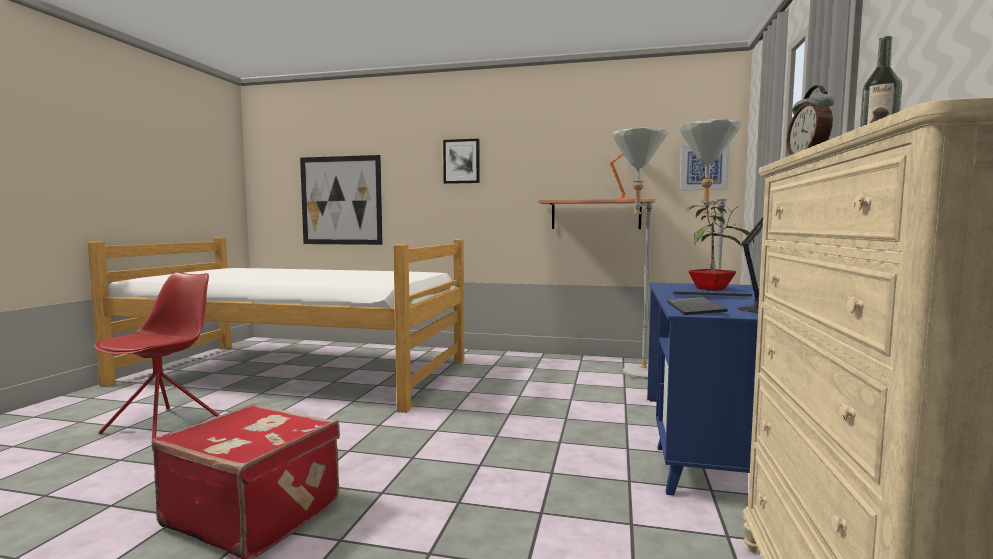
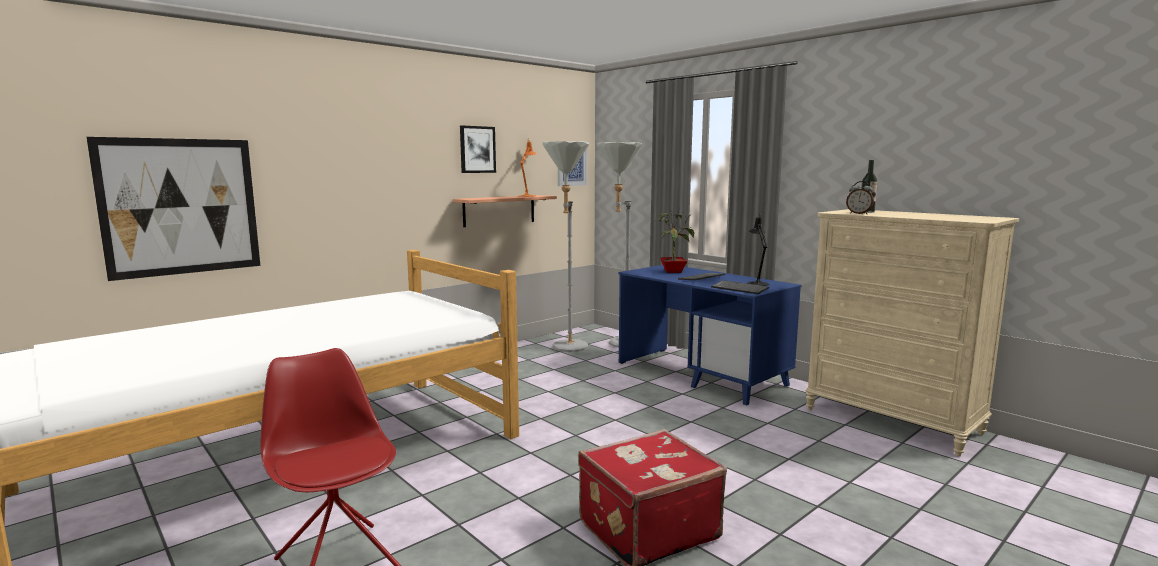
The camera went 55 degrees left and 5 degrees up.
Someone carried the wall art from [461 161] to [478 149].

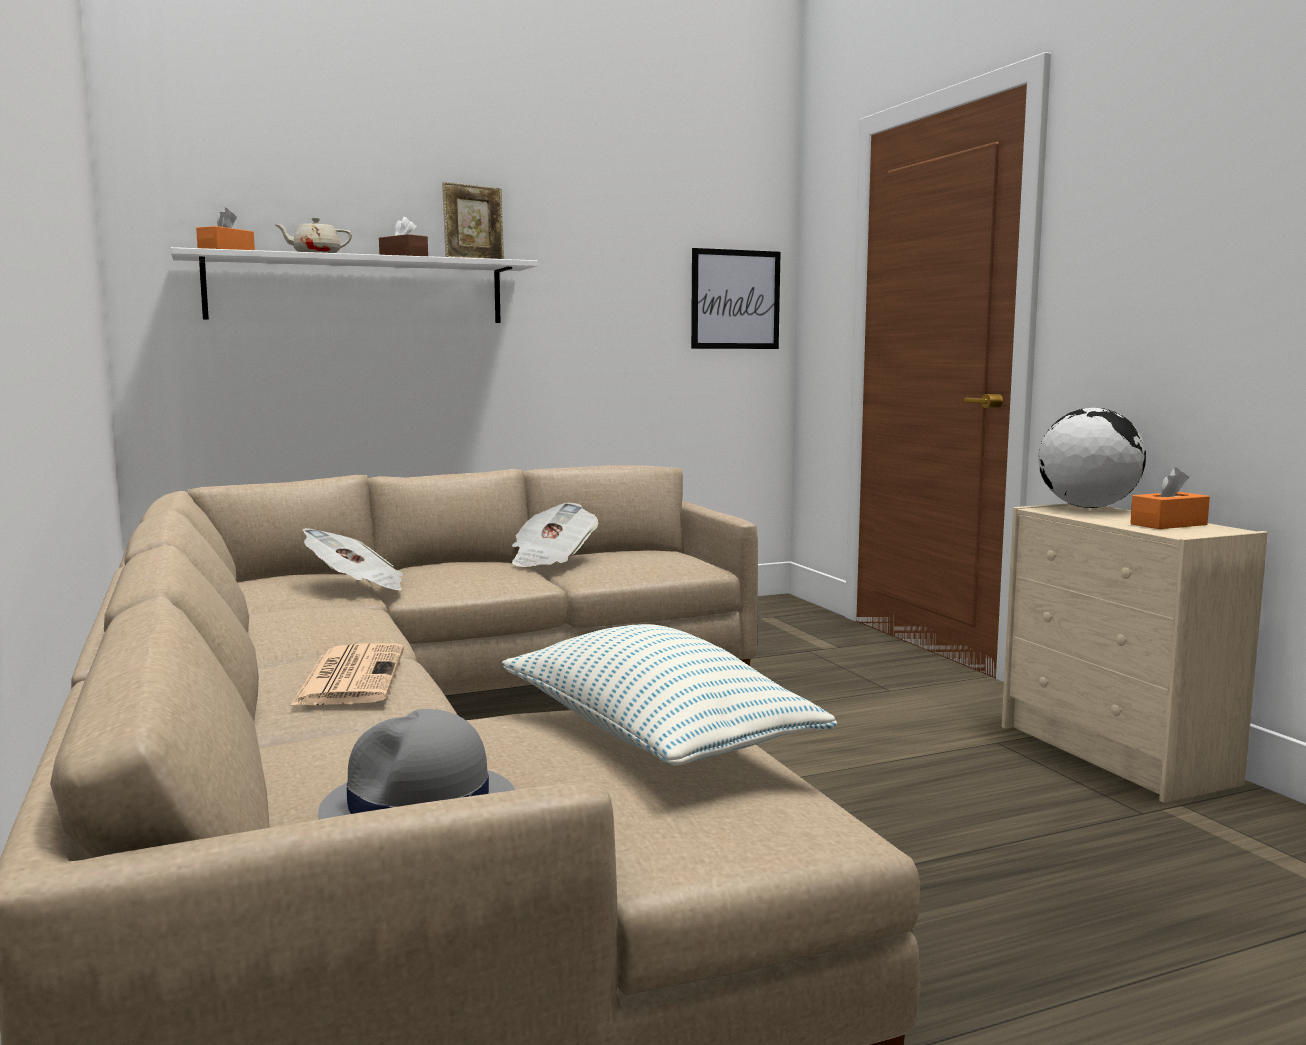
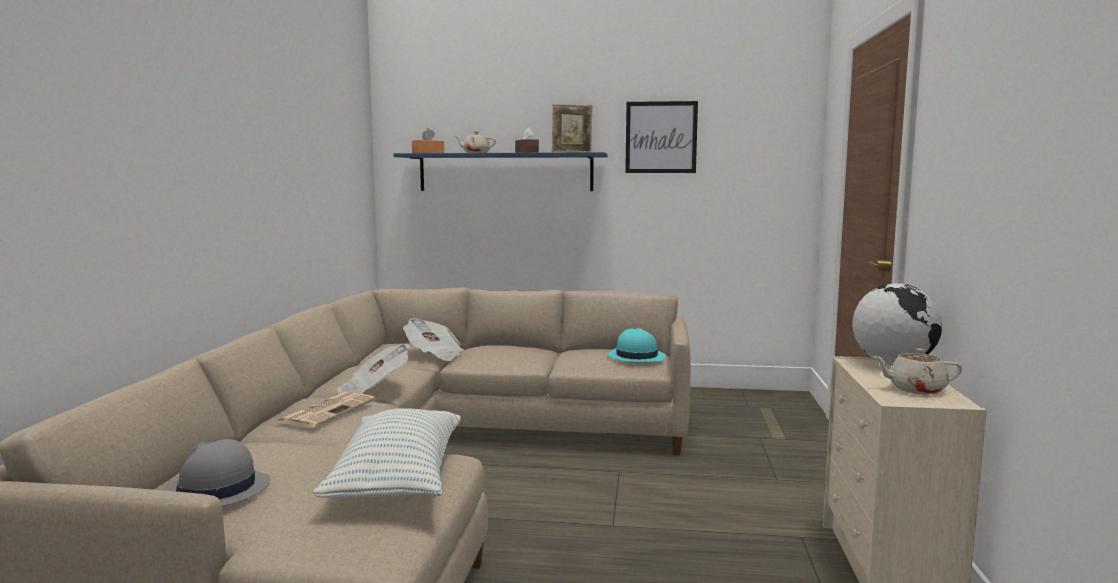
The camera went 30 degrees right and 0 degrees up.
Someone repainted the whitish wall shelf at [354 285], which became the bluish wall shelf at [501 171].
Someone carried the printed paper from [555 535] to [373 369].
Someone carried the wall art from [736 298] to [661 137].
Someone swapped the orange tissue box at [1170 498] for the beige pot for tea at [917 371].
Someone put down the blue-green wearable hat at [637 345].

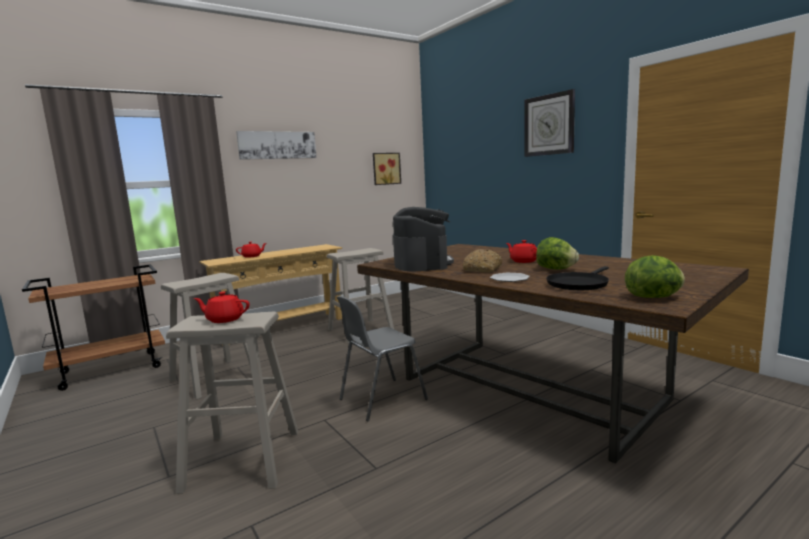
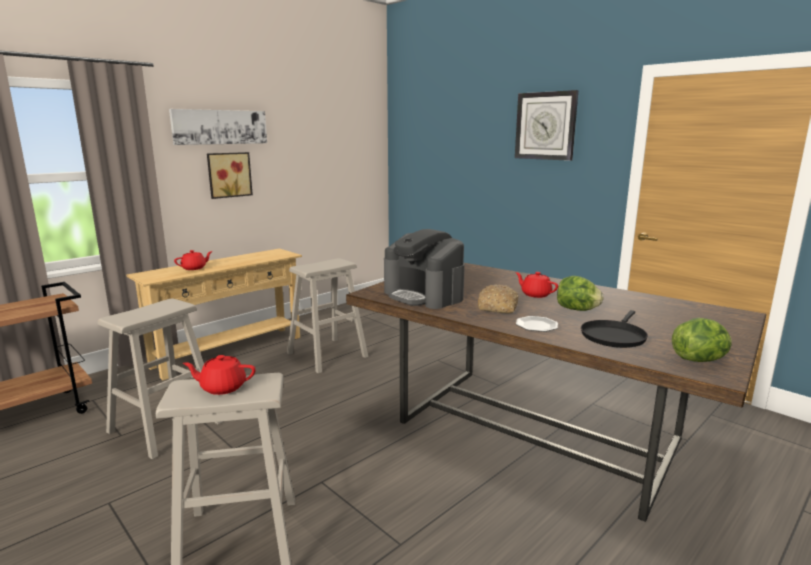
The camera went 10 degrees left and 5 degrees up.
Someone took away the gray plain chair at [382 358].
Someone carried the wall art from [387 169] to [230 175].
Someone rotated the coffee machine at [423 239] by 150 degrees clockwise.

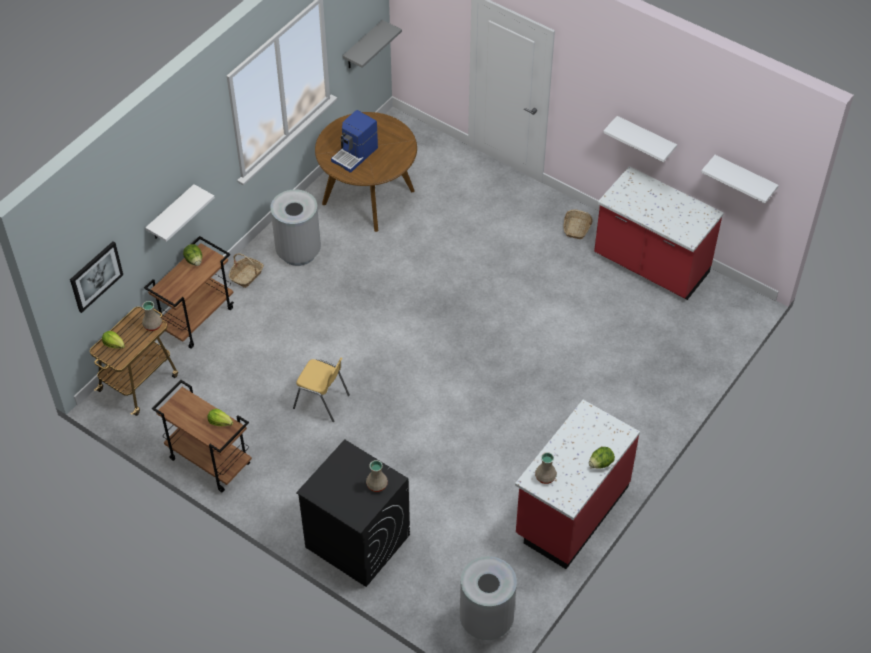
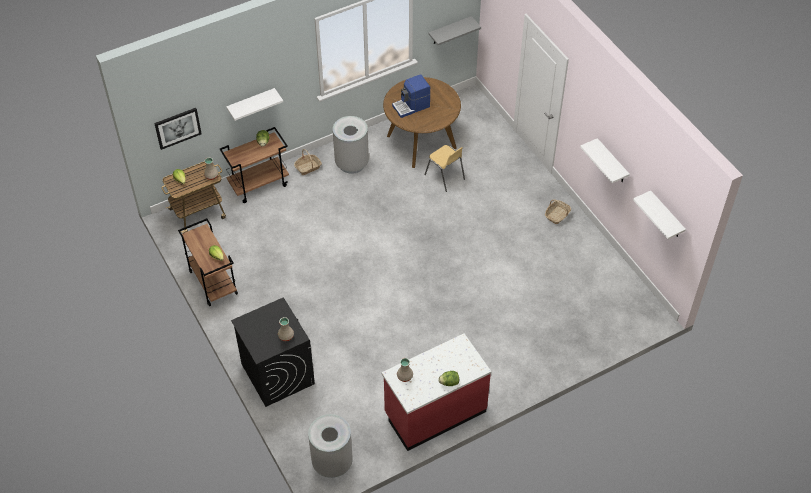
The camera went 25 degrees right and 0 degrees up.
Someone carried the yellow plain chair from [321 389] to [444 168].
Someone took away the red kitchen counter at [659 233].

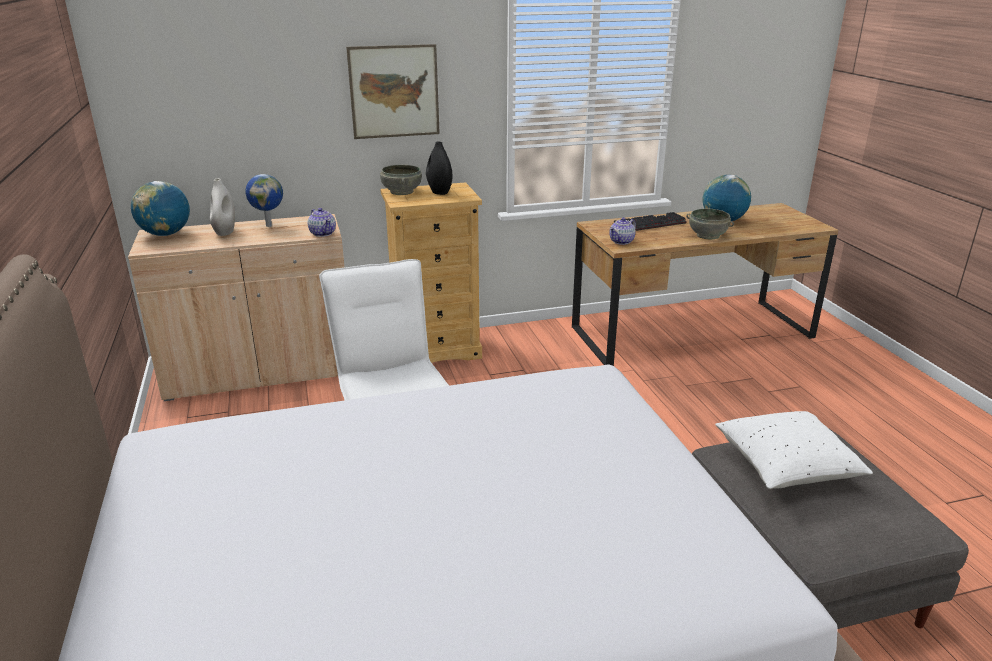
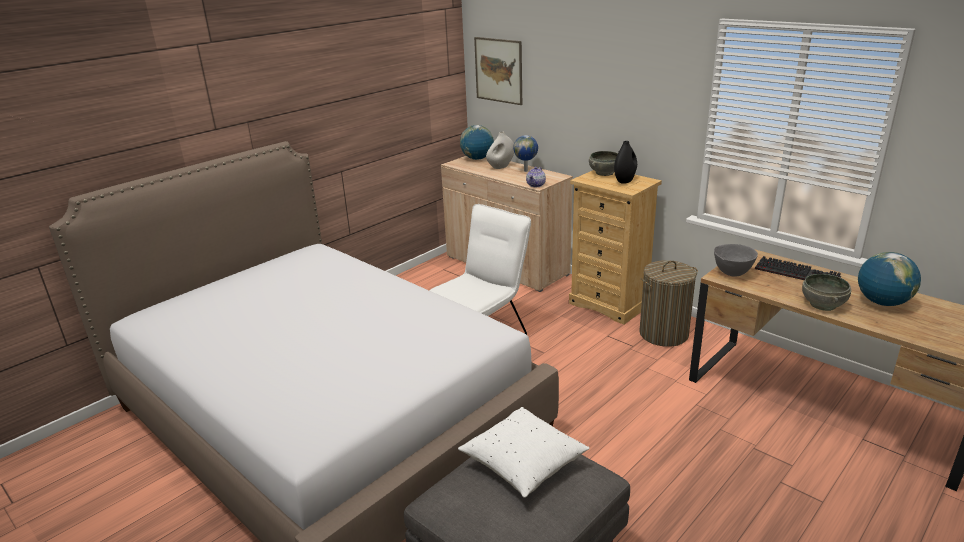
The camera went 60 degrees right and 0 degrees up.
Someone carried the wall art from [393 91] to [498 71].
Someone swapped the pot for tea at [622 231] for the gray serving bowl at [736 260].
Someone put down the hamper at [668 303].

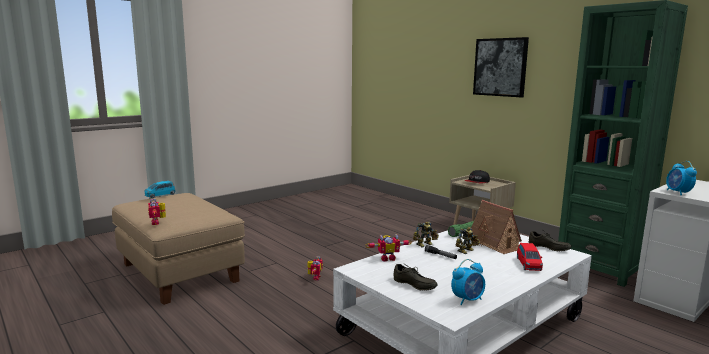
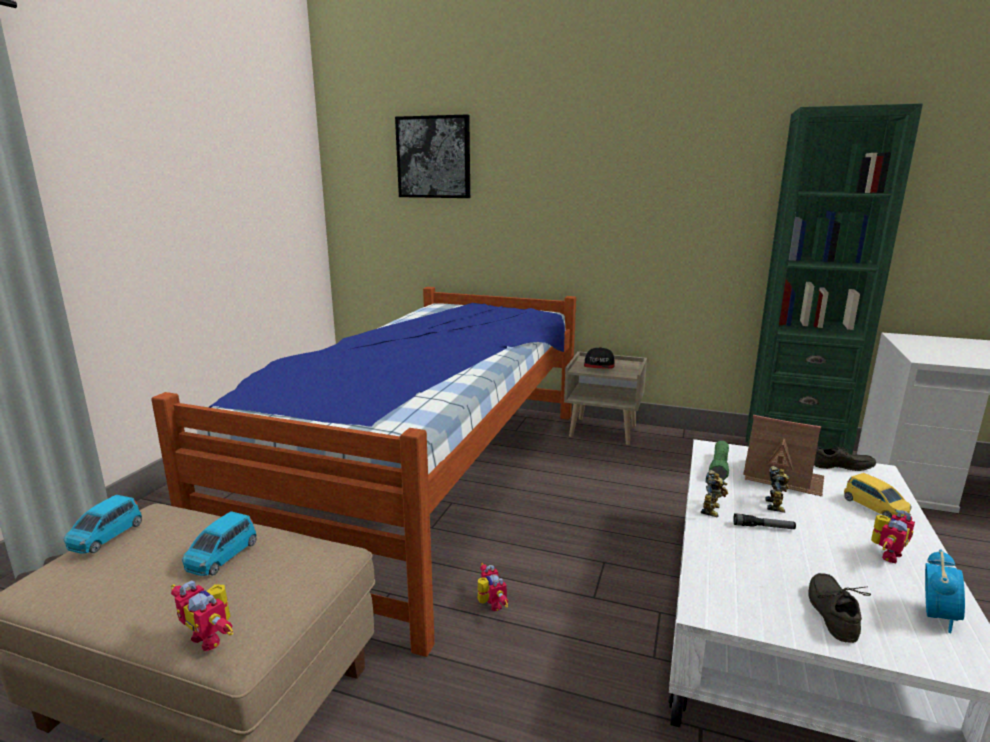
The camera went 30 degrees left and 5 degrees up.
Someone carried the model robot from [388 248] to [893 536].
Someone rotated the gray low shoe at [416 277] by 90 degrees counterclockwise.
Someone carried the wall art from [501 67] to [432 156].
Someone repainted the red toy car at [530 257], which became the yellow toy car at [878 496].
Someone took away the alarm clock at [681 178].
Someone put down the bedroom bed at [363 472].
Someone put down the bluish toy car at [219 543].

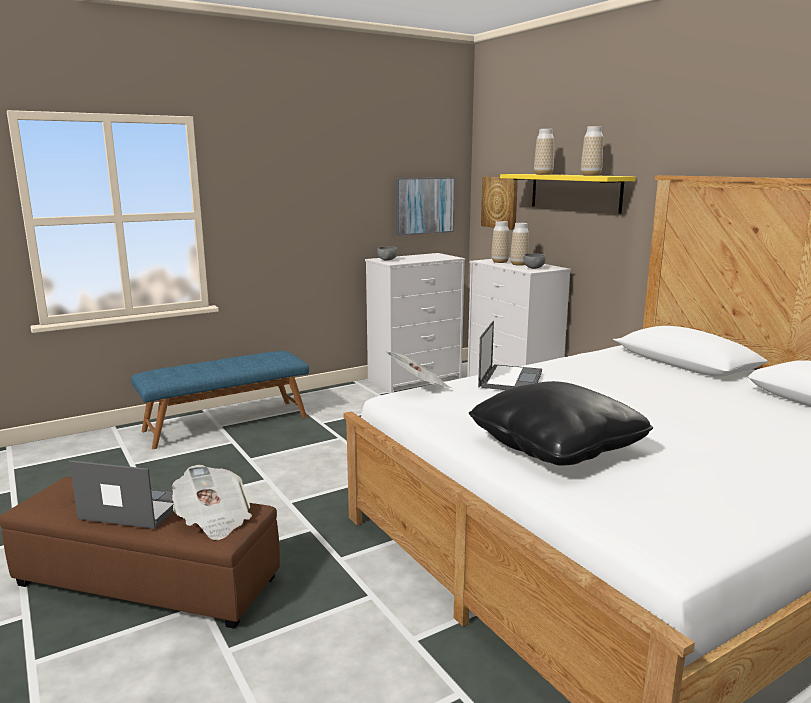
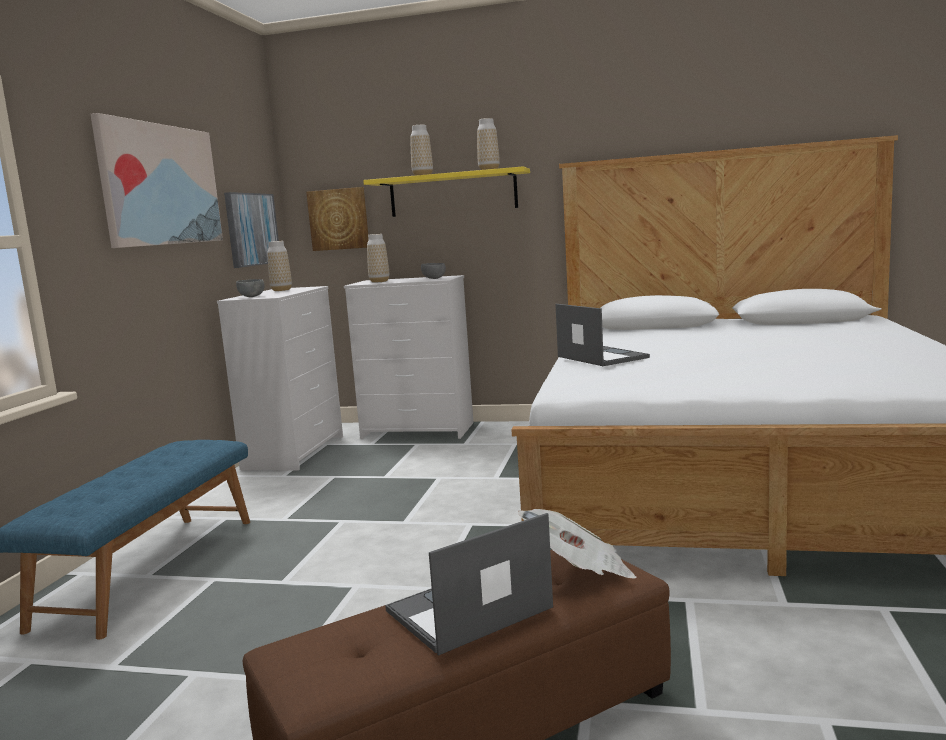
The camera went 45 degrees left and 5 degrees down.
Someone took away the printed paper at [418 370].
Someone took away the black-coloured cushion at [561 423].
Someone carried the flower vase from [519 244] to [279 266].
Someone put up the wall art at [156 180].

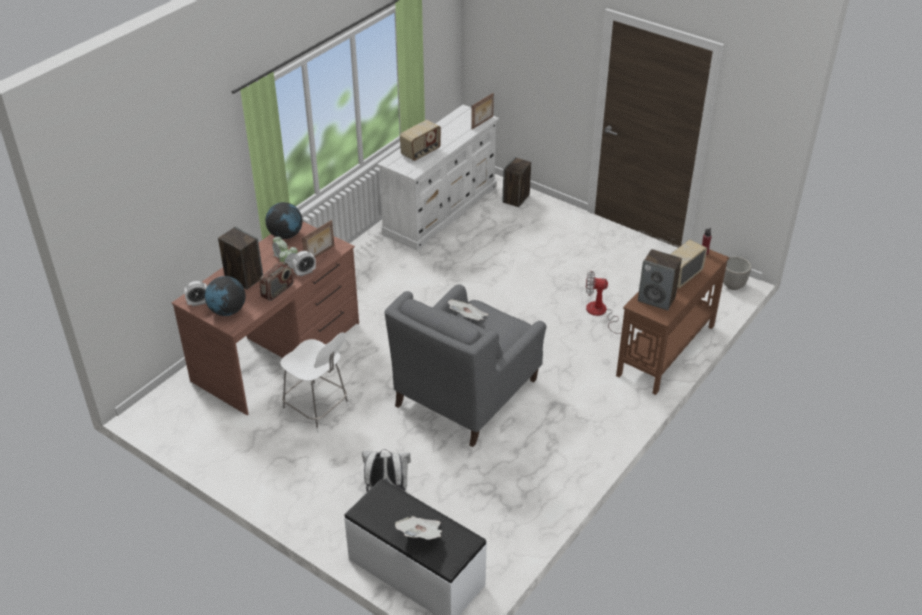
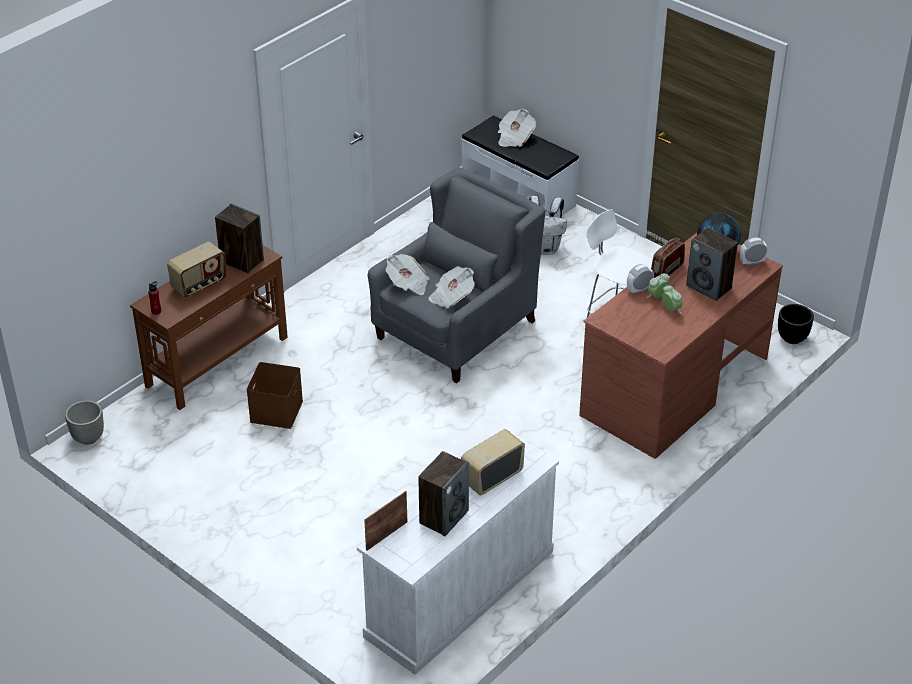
The camera went 175 degrees left and 0 degrees up.
Someone took away the desk globe at [283 220].
Someone took away the photo frame at [318 239].
Someone carried the audio speaker from [517 182] to [443 494].
Someone swapped the fan at [604 302] for the brown-coloured storage box at [275 395].
Someone put down the printed paper at [407 274].
Someone put down the black-coloured flower pot at [796 324].

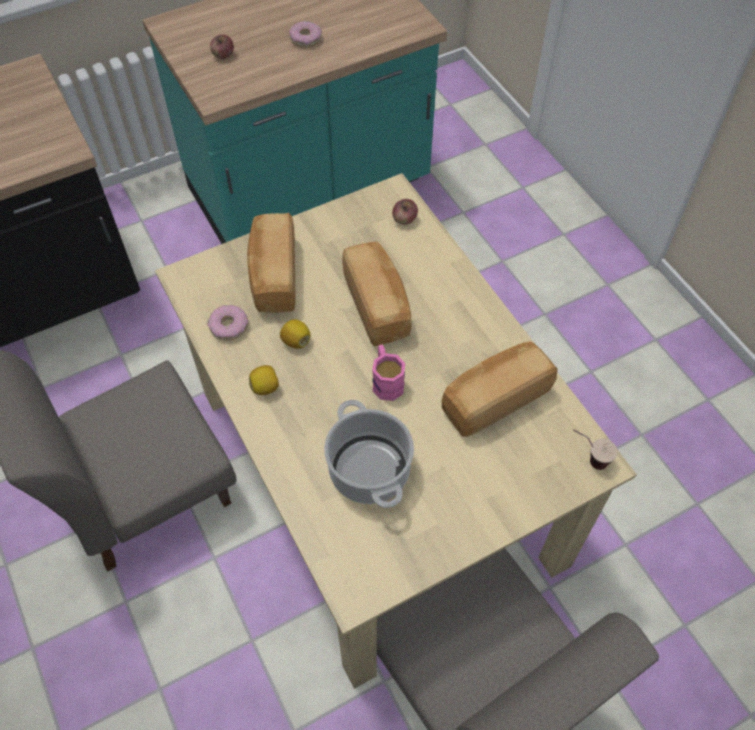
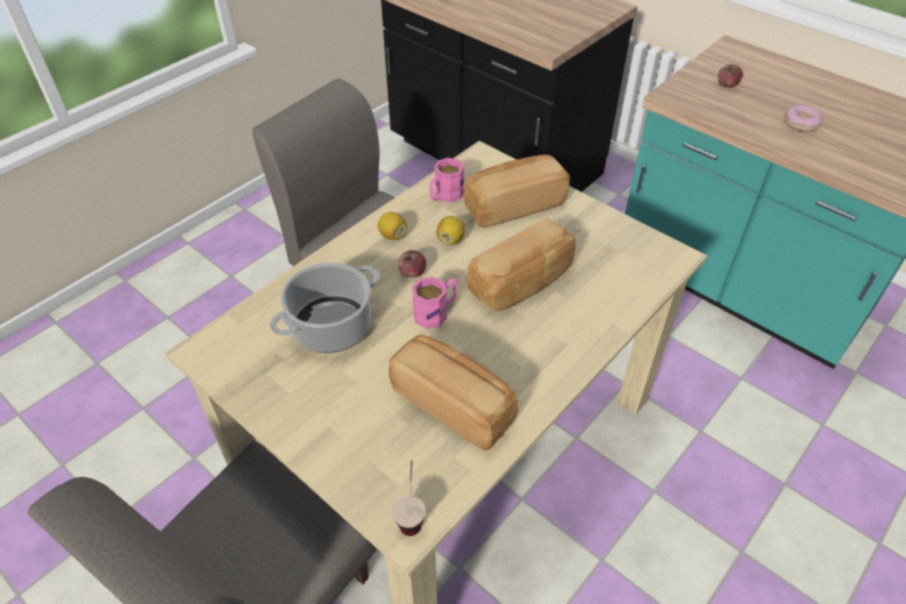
The camera went 70 degrees right and 10 degrees down.
Someone swapped the donut at [227 323] for the pink mug at [446 180].
Someone carried the whole apple from [405 212] to [412 264].

